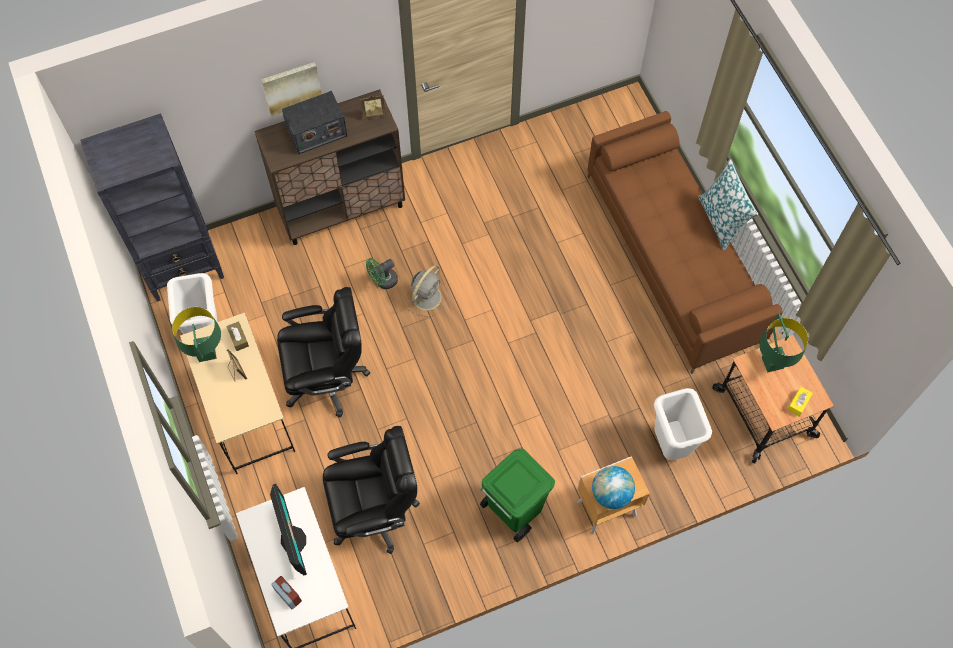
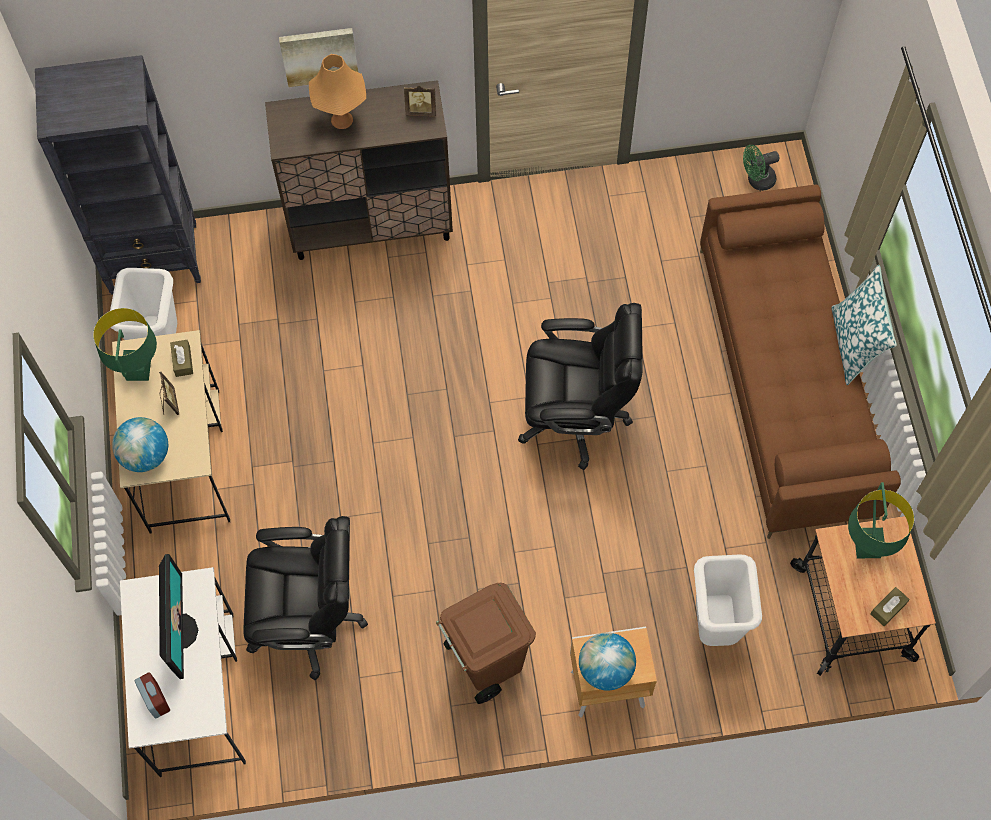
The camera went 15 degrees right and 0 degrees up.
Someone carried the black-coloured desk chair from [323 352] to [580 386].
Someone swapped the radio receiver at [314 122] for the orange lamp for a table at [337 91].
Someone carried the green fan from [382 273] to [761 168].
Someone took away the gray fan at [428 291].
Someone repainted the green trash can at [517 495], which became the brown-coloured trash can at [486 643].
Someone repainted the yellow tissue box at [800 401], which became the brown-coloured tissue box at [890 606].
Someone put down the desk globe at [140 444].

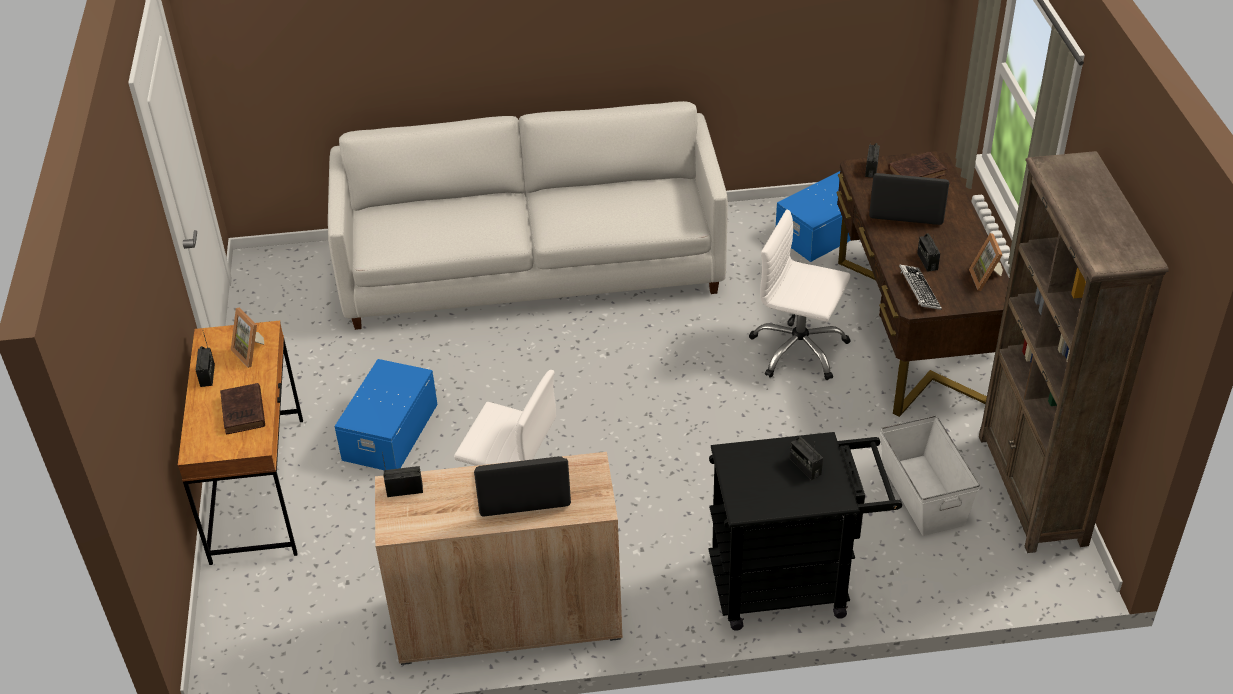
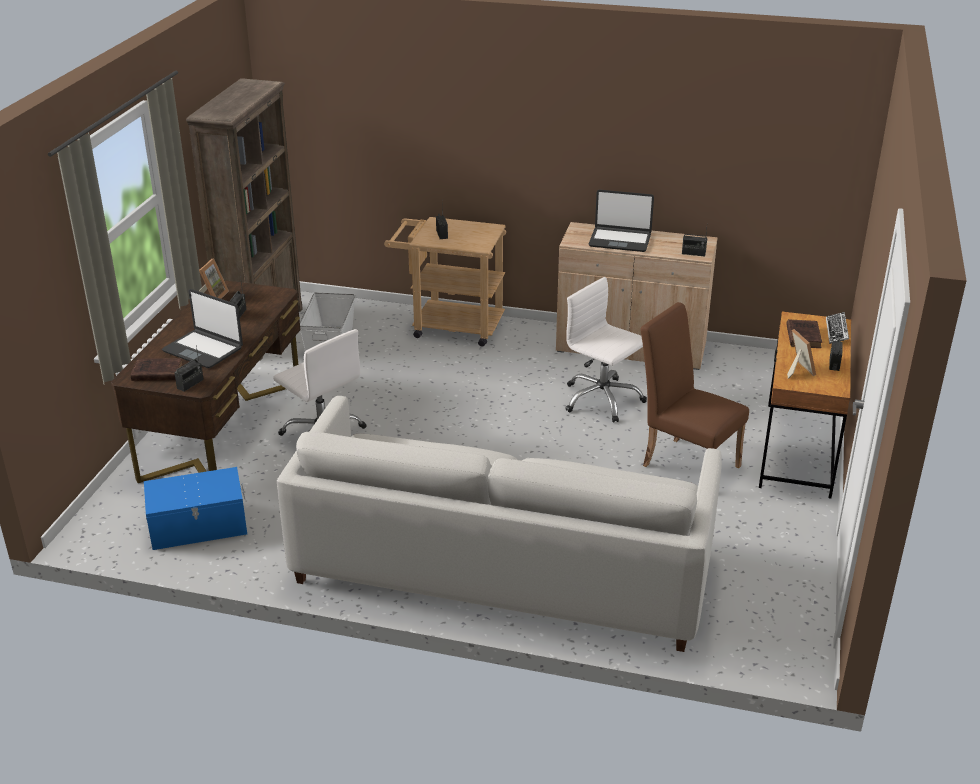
The camera went 160 degrees left and 10 degrees down.
Someone swapped the bluish storage box at [386 414] for the brown-coloured plain chair at [694 385].
Someone repainted the black-coloured wheeled cart at [805 531], which became the beige wheeled cart at [445 282].
Someone carried the PC keyboard from [920 287] to [837 328].

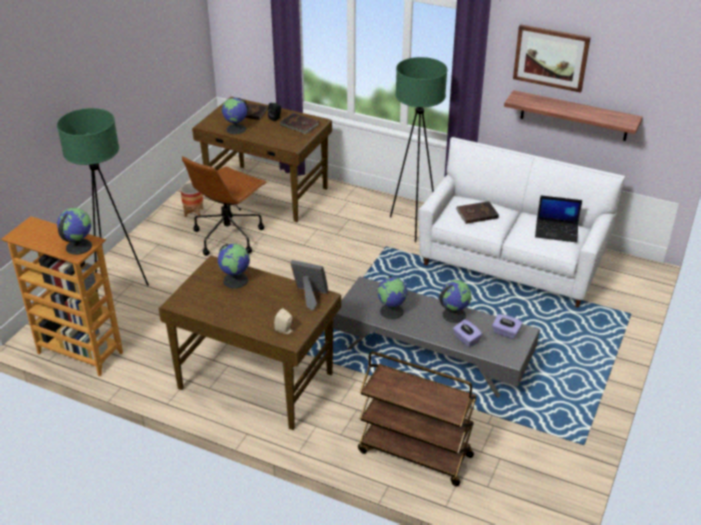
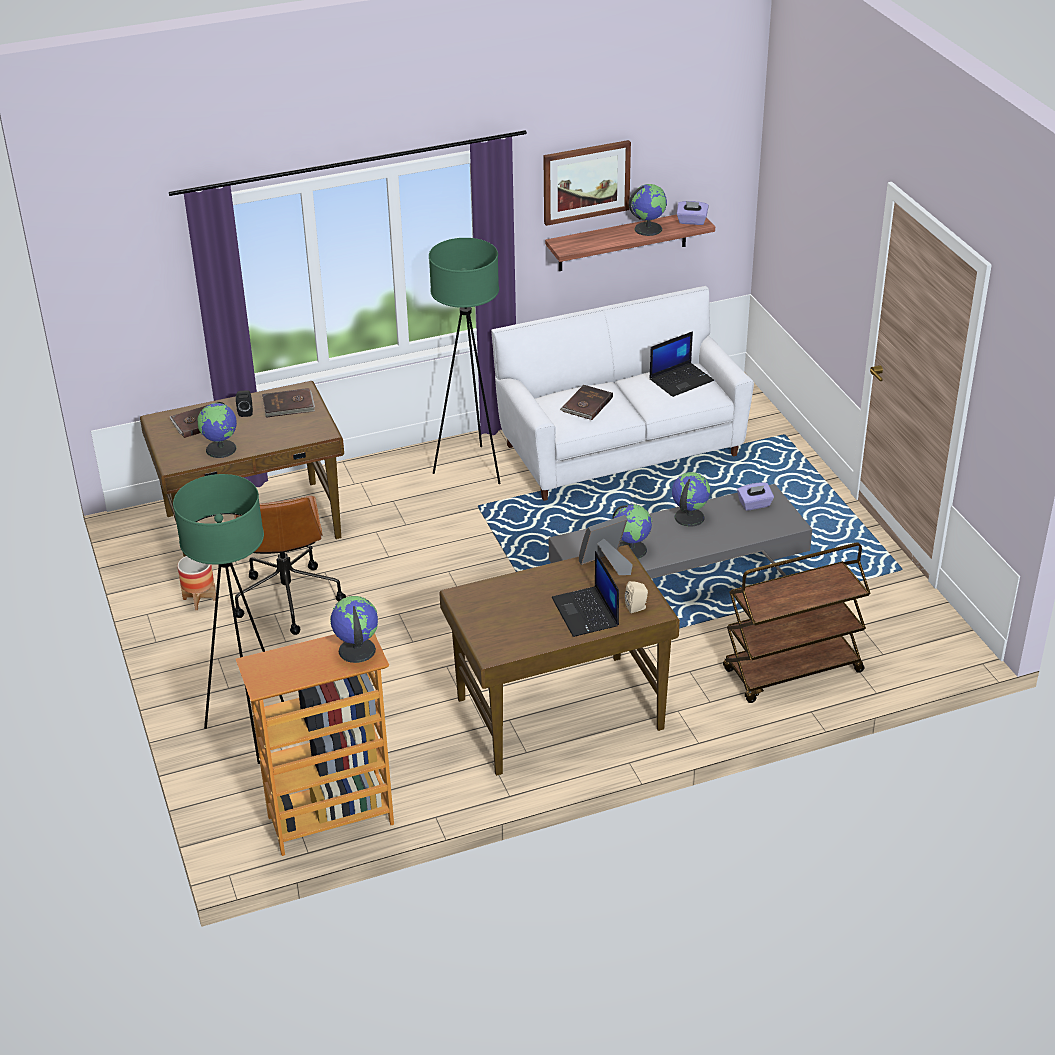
The camera went 45 degrees left and 0 degrees up.
Someone carried the desk globe from [234 266] to [648 210].
Someone carried the purple-coloured tissue box from [467 333] to [693 213].
Someone put down the notebook computer at [585 594].

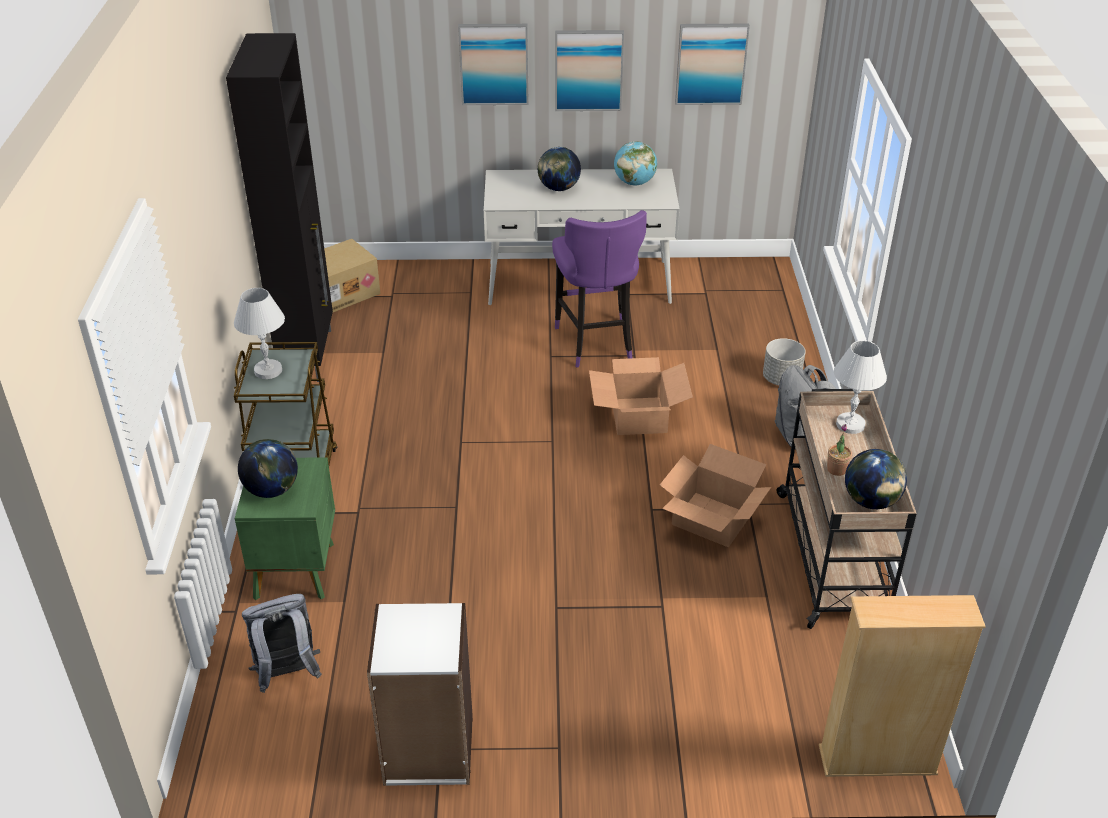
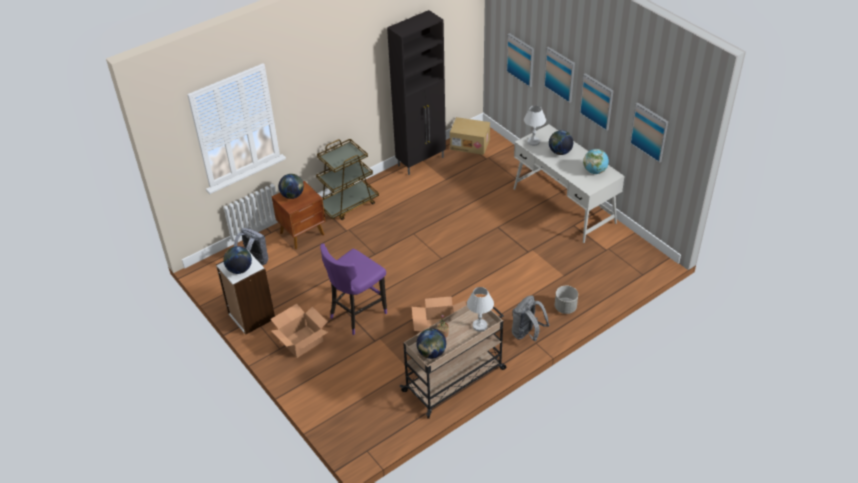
The camera went 55 degrees right and 5 degrees up.
Someone carried the whitish lamp for a table from [259 333] to [535 125].
Someone repainted the green bedside table at [285 528], which became the brown-coloured bedside table at [299 215].
Someone carried the purple-coloured stool seat from [599 289] to [353 289].
Someone carried the cardboard box from [641 396] to [299 331].
Someone took away the beige bookshelf at [902 686].
Someone put down the desk globe at [237 260].
Someone put up the wall art at [520 60].

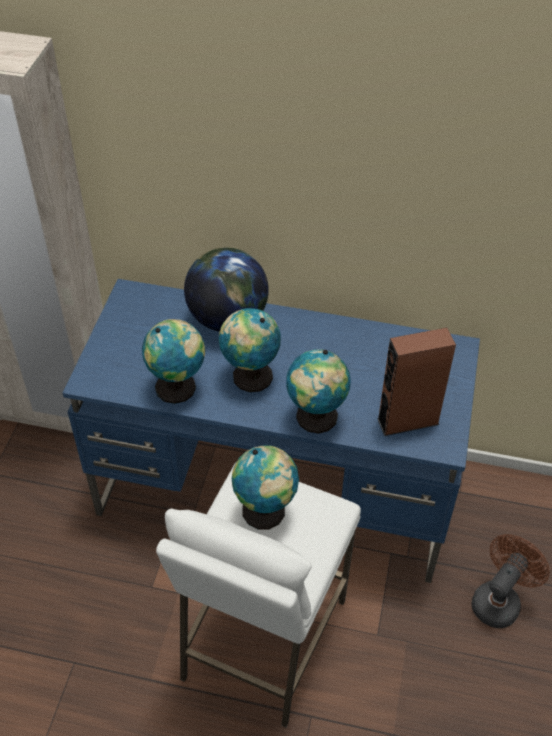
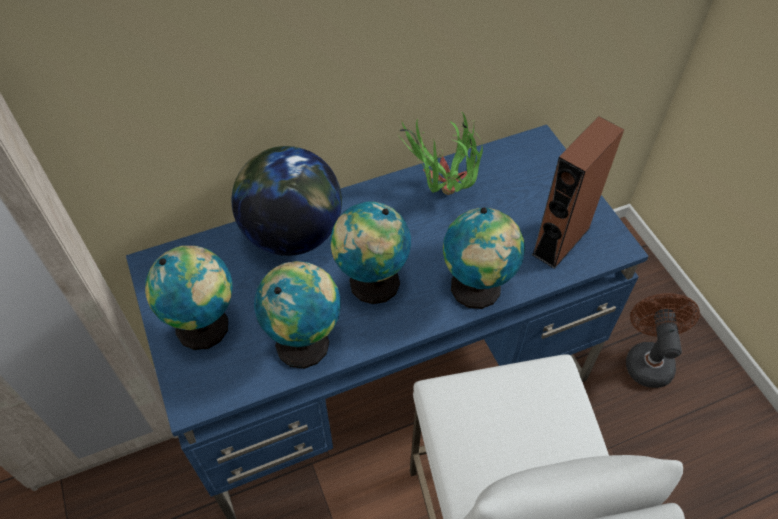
The camera went 35 degrees left and 5 degrees up.
Someone carried the desk globe from [265 487] to [189 298].
Someone put down the houseplant at [441 153].

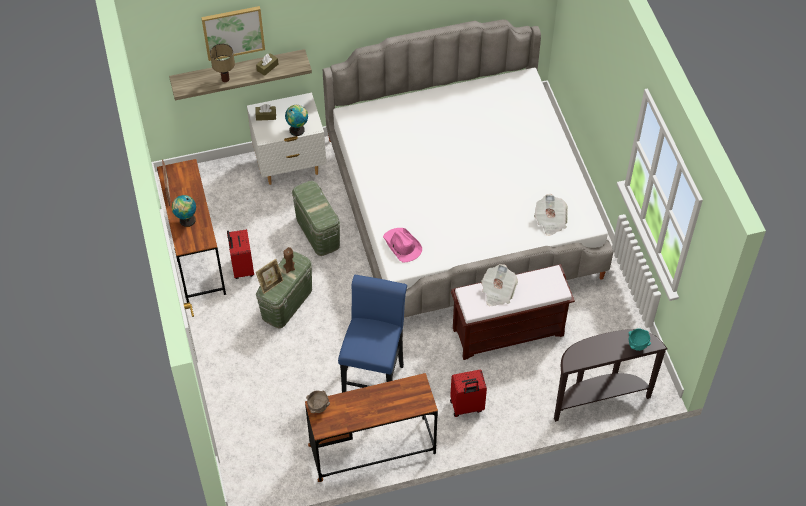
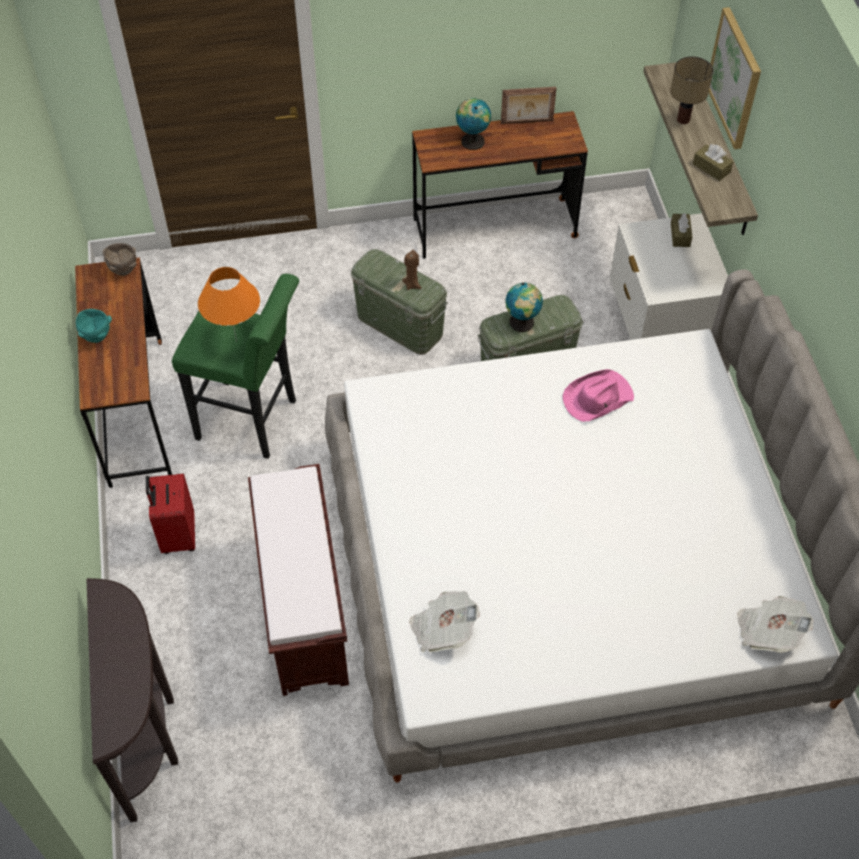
The camera went 95 degrees right and 0 degrees up.
Someone took away the red travel case at [240 254].
Someone took away the photo frame at [270 276].
Someone carried the desk globe from [296 120] to [524 307].
Someone repainted the bluish stool seat at [372 334], which became the green stool seat at [235 366].
Someone carried the pink wearable hat from [402 245] to [598 395].
Someone carried the printed paper from [499 285] to [775 624].
Someone carried the blue-green serving bowl from [640 339] to [94 326].
Someone put down the orange lamp for a table at [229 304].

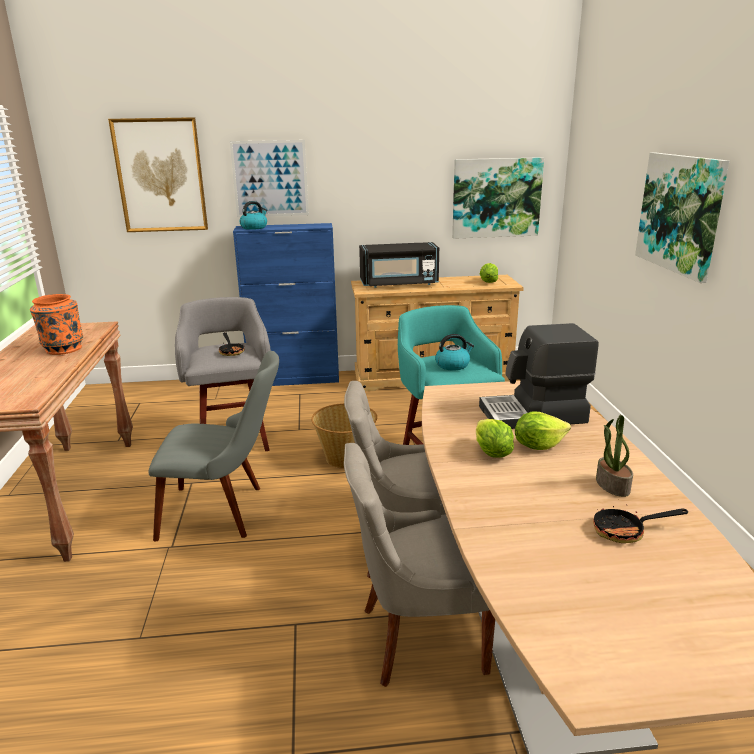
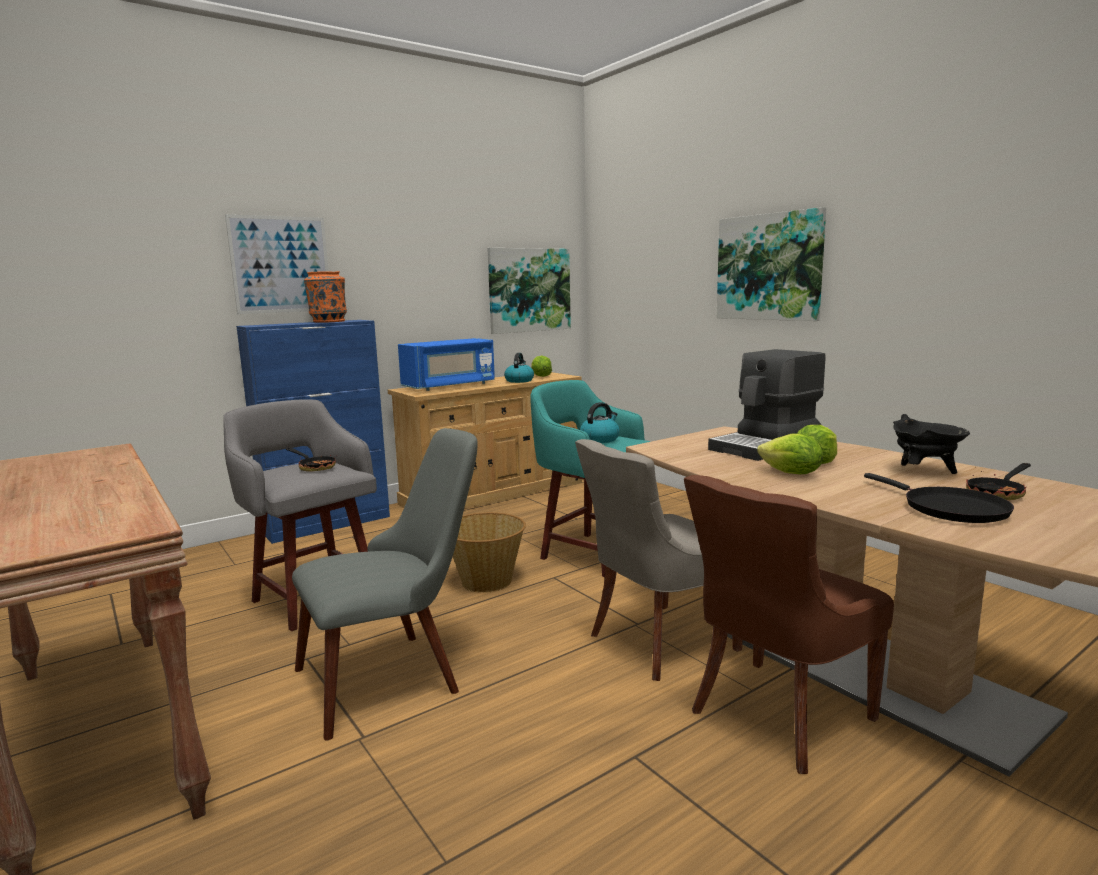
The camera went 30 degrees left and 10 degrees down.
Someone carried the orange flower vase from [56 324] to [325 297].
Someone took away the wall art at [158 174].
Someone carried the kettle from [253 215] to [519 368].
Someone repainted the gray plain chair at [419 565], which became the brown-coloured plain chair at [789 624].
Someone repainted the black-coloured microwave oven at [399 265], which became the bluish microwave oven at [446 364].
Someone swapped the houseplant at [614 456] for the black-coloured cooking pot at [931 444].
Someone put down the black-coloured skillet at [939 498].

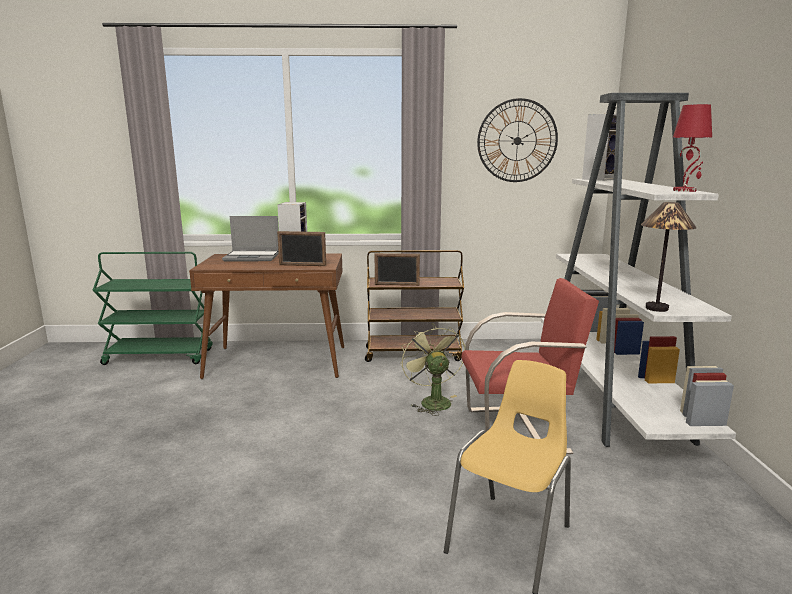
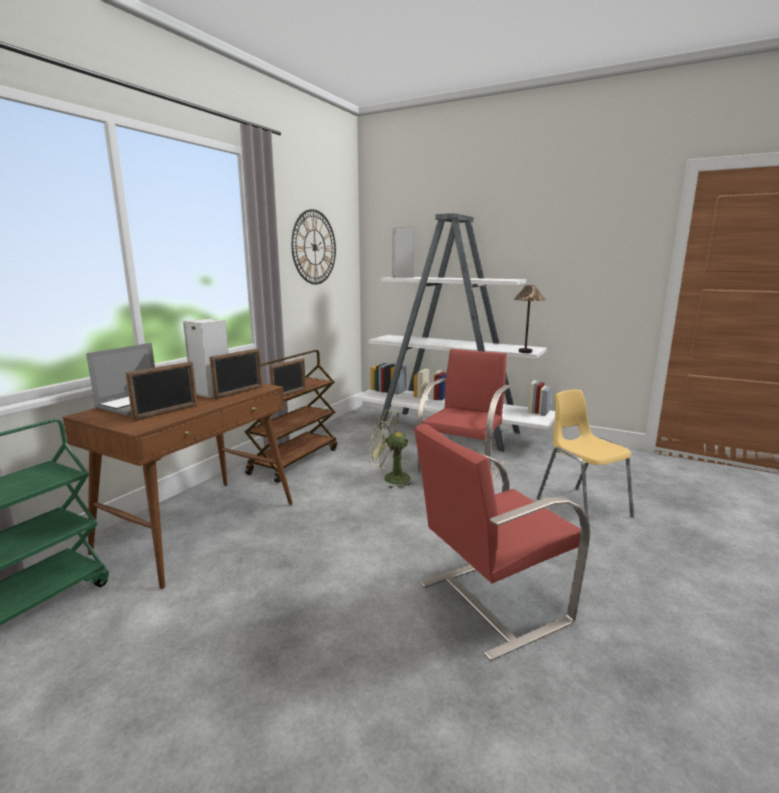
The camera went 60 degrees left and 0 degrees up.
Someone took away the red lamp for a table at [692 148].
Someone put down the photo frame at [161 391].
Someone put down the red plain chair at [502 542].

